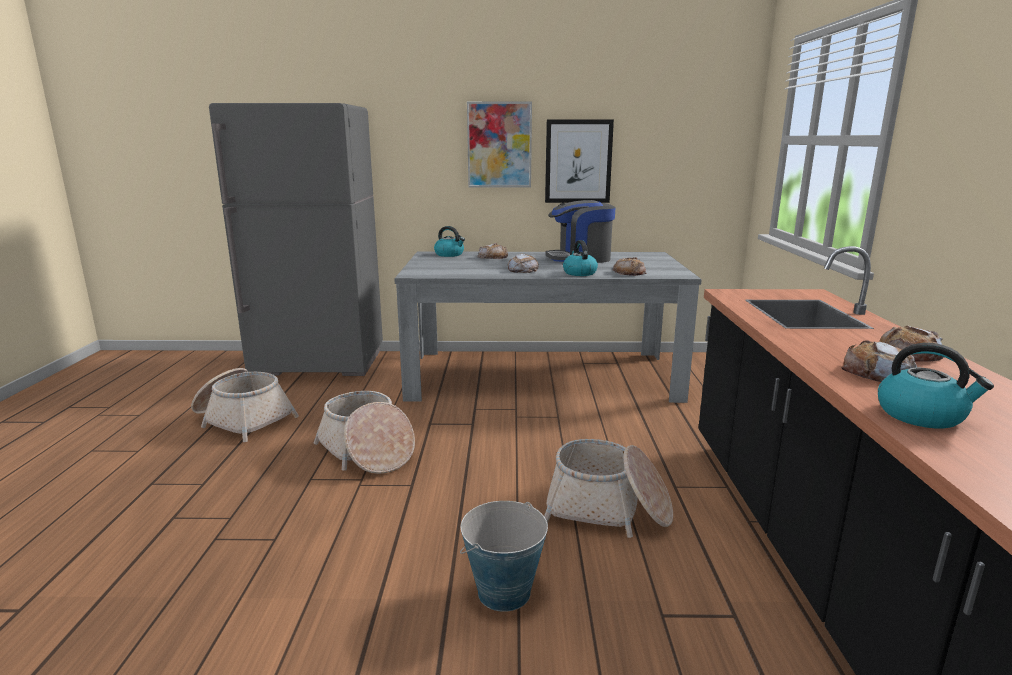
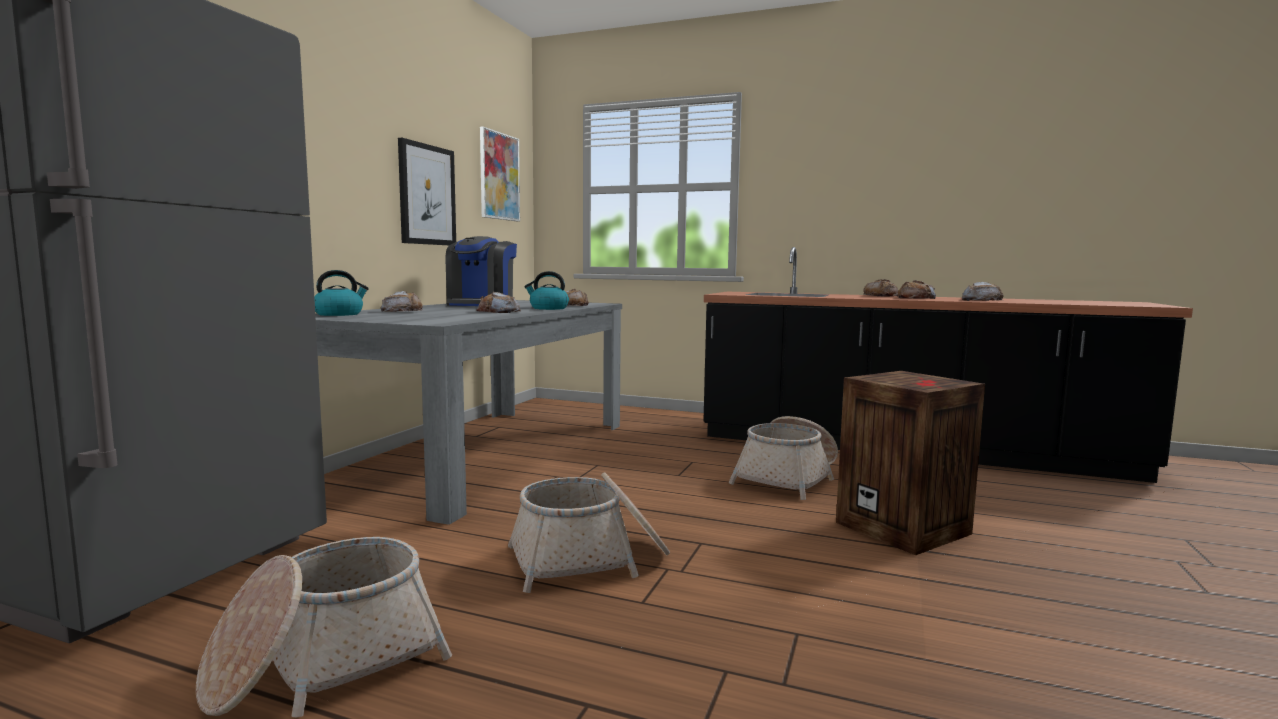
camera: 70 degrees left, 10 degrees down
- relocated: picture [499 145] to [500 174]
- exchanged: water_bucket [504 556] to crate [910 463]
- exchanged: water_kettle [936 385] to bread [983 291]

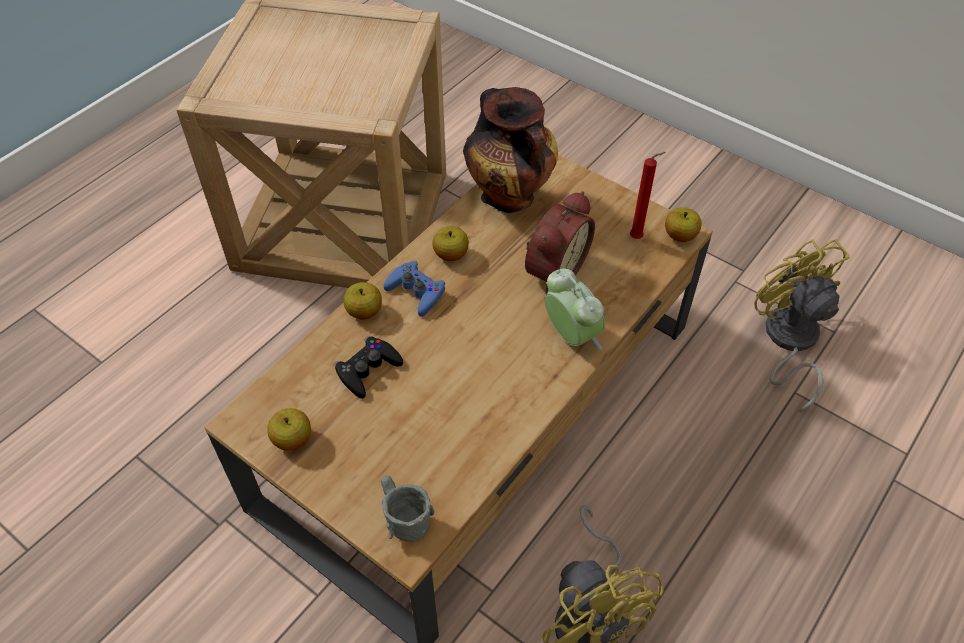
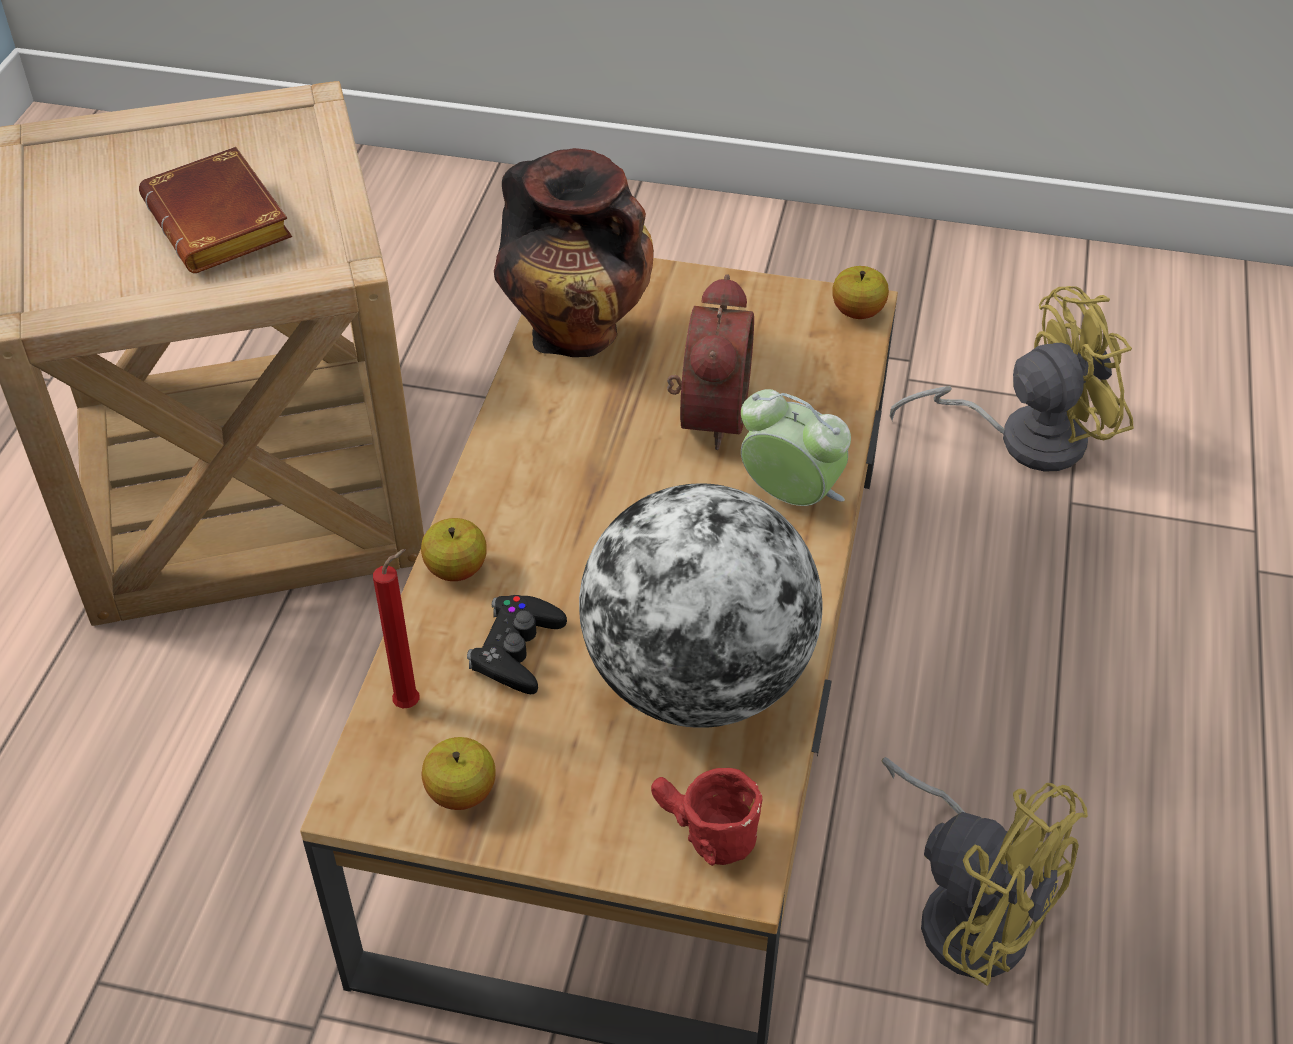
camera: 25 degrees left, 5 degrees down
- appeared: brownish_volume [215 210]
- relocated: red-coloured_wax_candle [647 195] to [396 629]
- appeared: desk_globe [701 605]
- colour: grey_coffee_mug [407 509] to red-coloured_coffee_mug [706 817]
- spun: yellow_cooling_fan [802 326] = [1012 379] 120 degrees clockwise
- missing: bluish_joypad [414 289]
- missing: apple_fruit [450 243]

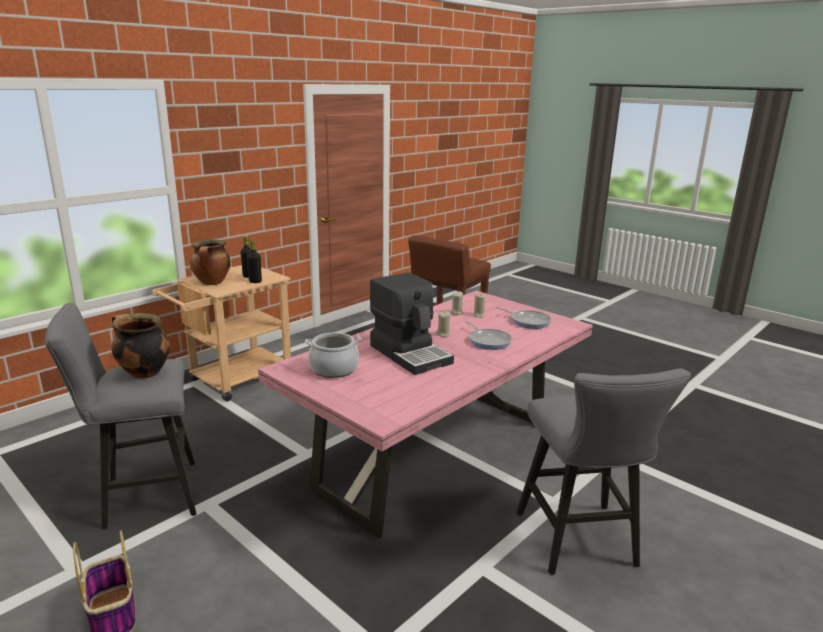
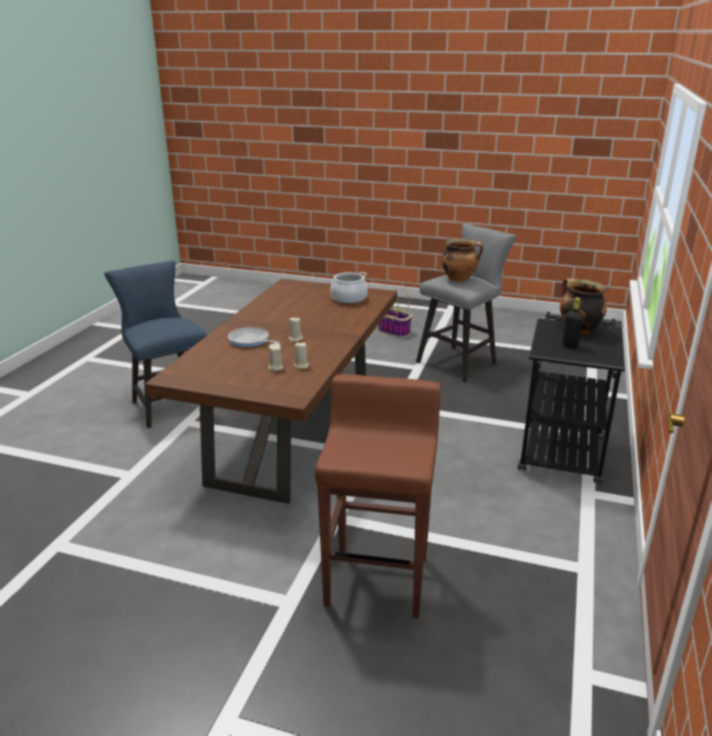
camera: 155 degrees right, 5 degrees up
- exchanged: grey_stool_seat [603 471] to bluish_chair [159 344]
- colour: pinkish_dining_table [425 414] to brownish_dining_table [271 391]
- colour: beige-coloured_wheeled_cart [221 333] to black_wheeled_cart [571 398]
- missing: black_beverage_bottle [254 262]
- missing: coffee_brewer [412 323]
- missing: skillet [524 318]

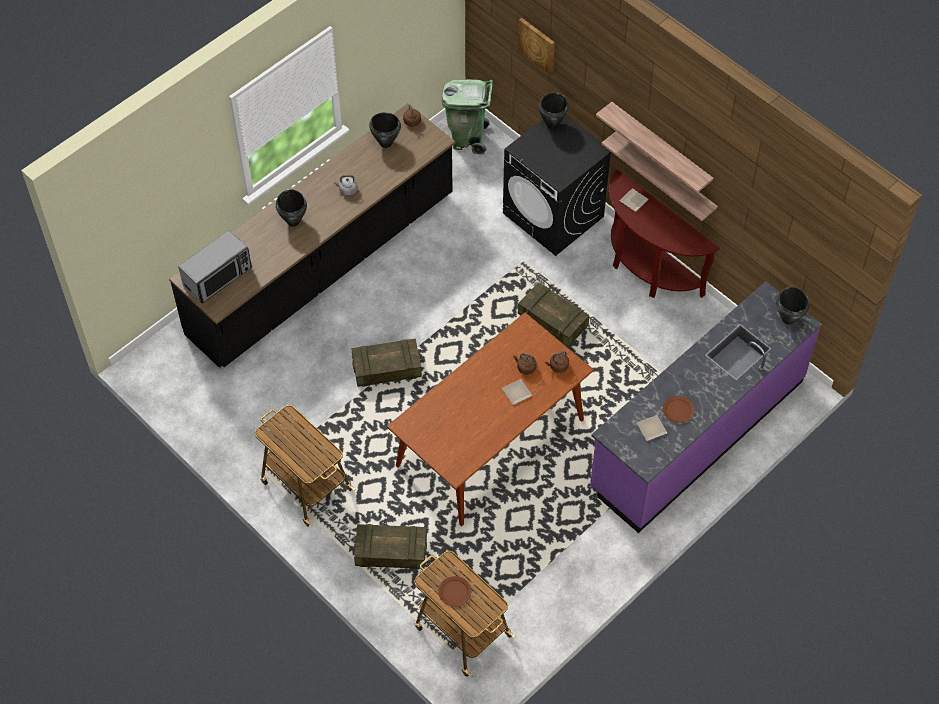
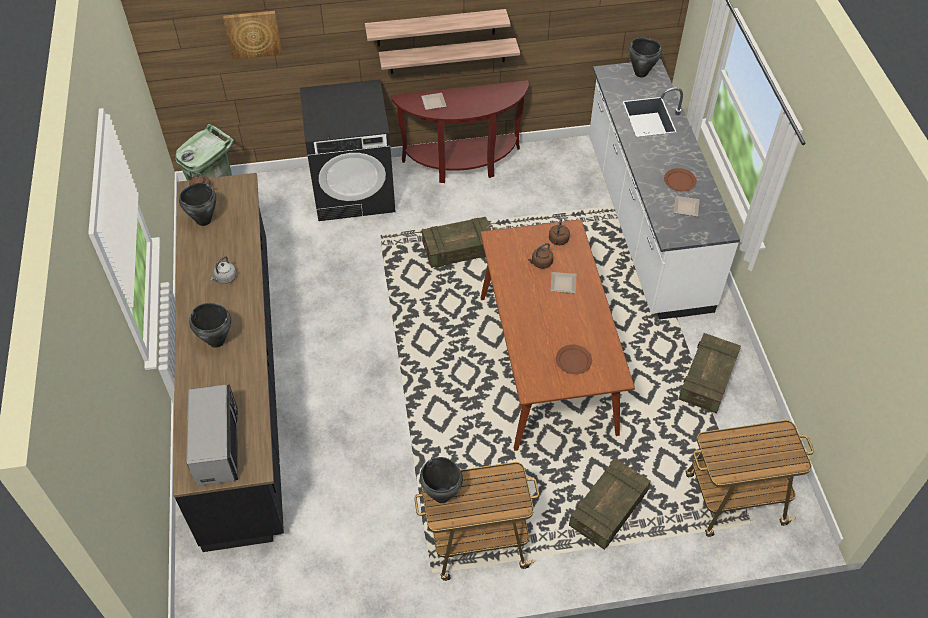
camera: 55 degrees left, 5 degrees down
- relocated: black_saucepot [553 110] to [441 480]
- relocated: brownish_flat_dish [454 591] to [574 359]
- colour: purplish_counter [706 407] to whitish_counter [664 189]
- relocated: crate [387 362] to [710 373]

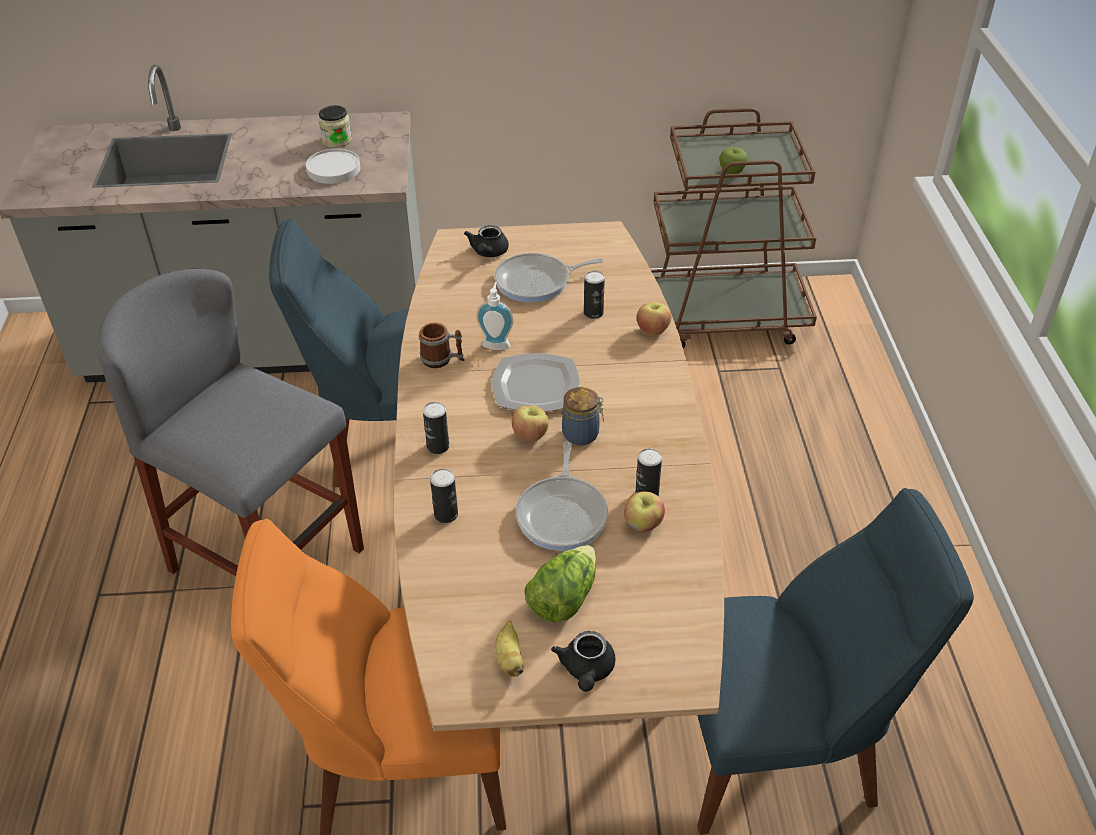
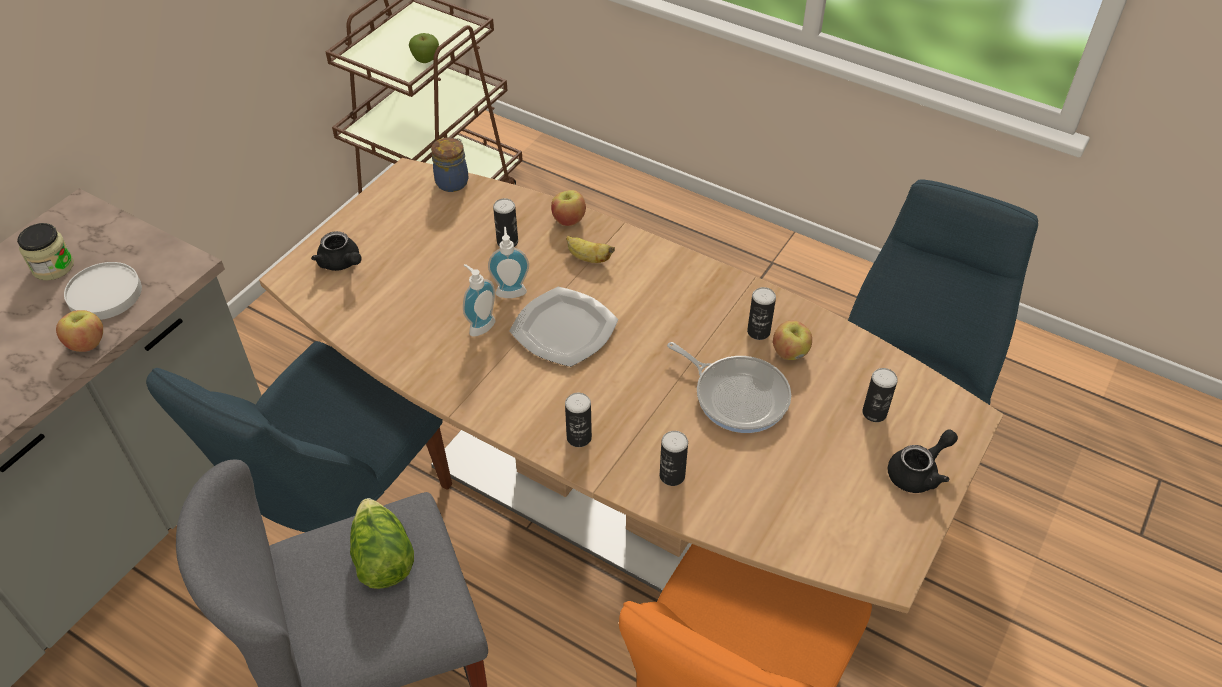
camera: 55 degrees left, 5 degrees up
- relocated: apple_fruit [530 424] to [79 331]
- relocated: head_of_lettuce [560 584] to [382 543]
- relocated: jar [583 416] to [449 165]
- appeared: soap_dispenser [508 262]
- relocated: whole_banana [509 648] to [590 249]
- appeared: can [880 395]
- spun: black_tea_pot [583 661] = [923 461] 75 degrees counterclockwise
- missing: coffee_mug [442 345]
- missing: skillet [548 277]

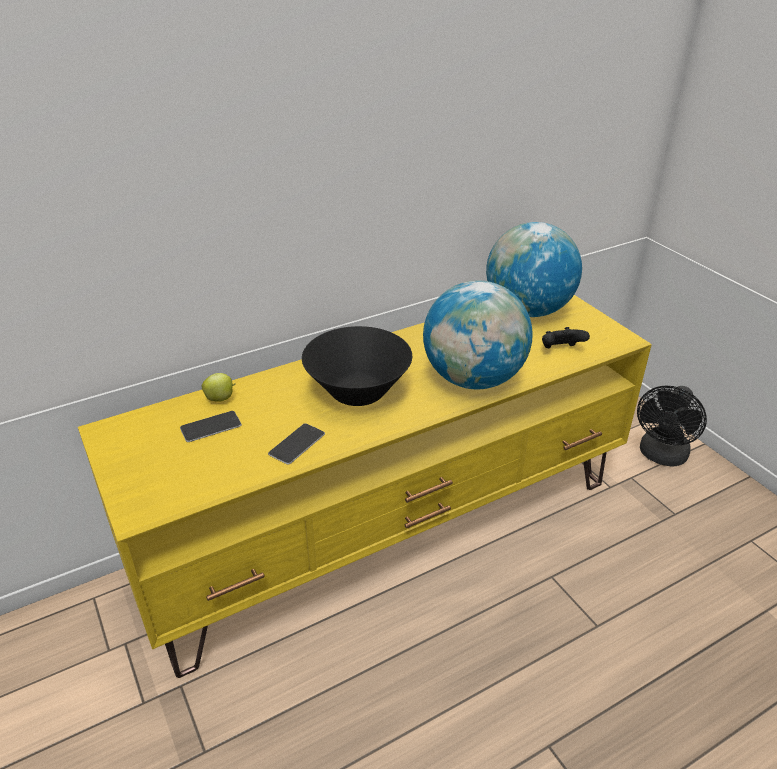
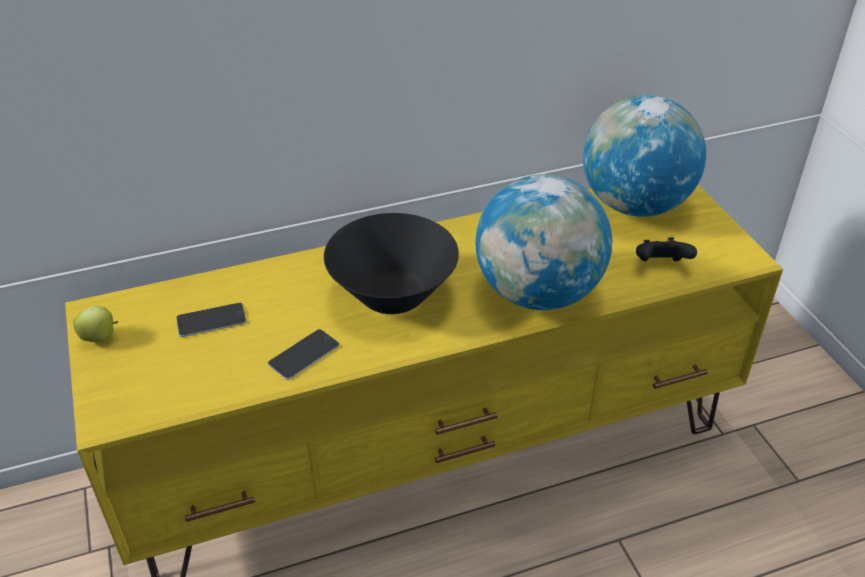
camera: 10 degrees right, 5 degrees up
- relocated: apple_fruit [218 387] to [95 324]
- missing: black_cooling_fan [672 426]

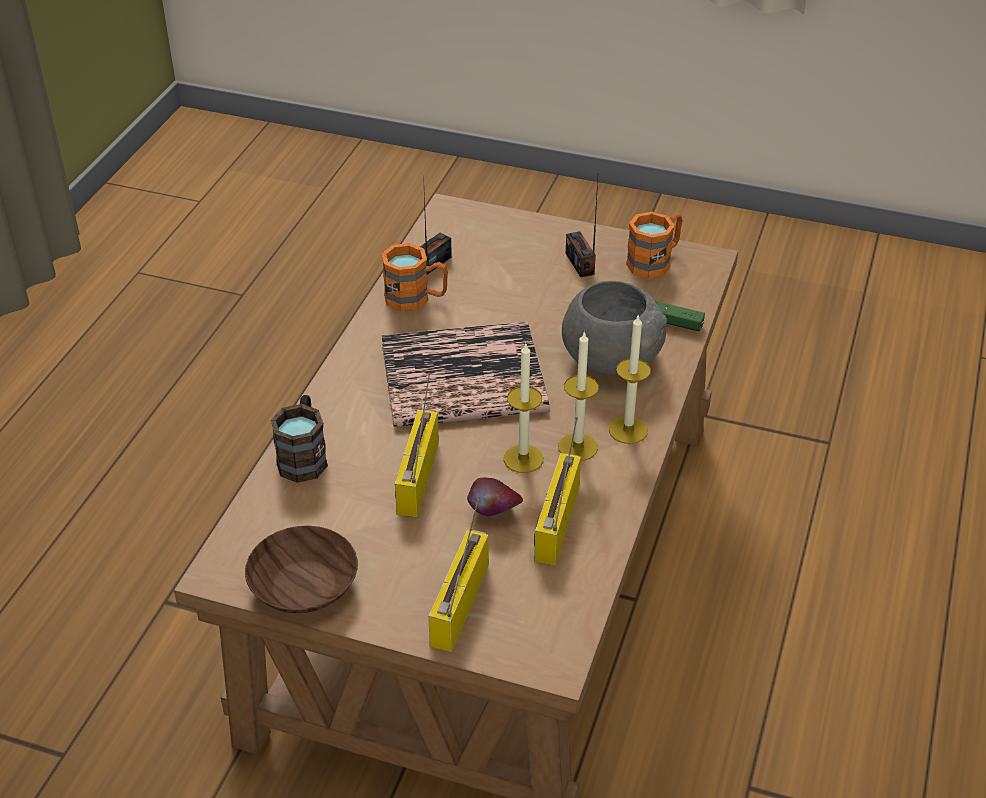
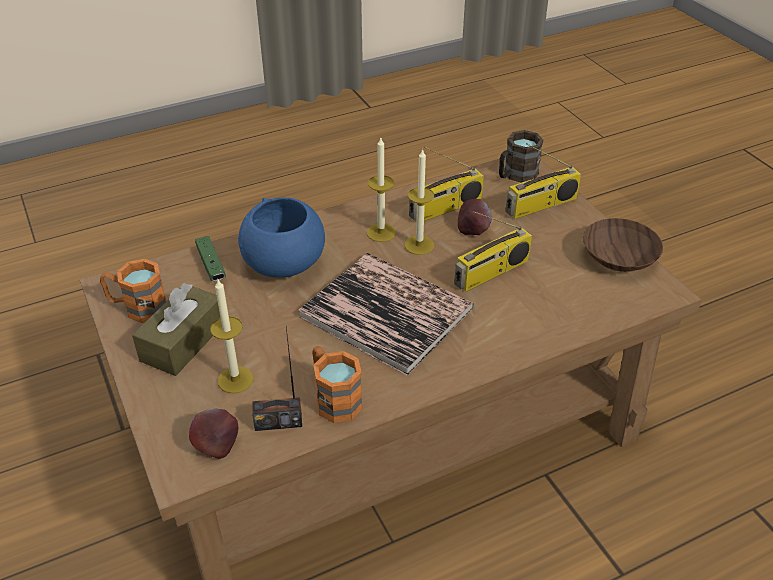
camera: 135 degrees left, 0 degrees up
- exchanged: radio_set [582 229] to brownish_box_of_tissues [176 329]
- appeared: apple_fruit [213 433]
- relocated: wax_candle [630 380] to [232 336]
- colour: grey_bowl [614 328] to bluish_bowl [281 238]
- relocated: brownish_coffee_mug [299 439] to [521 156]

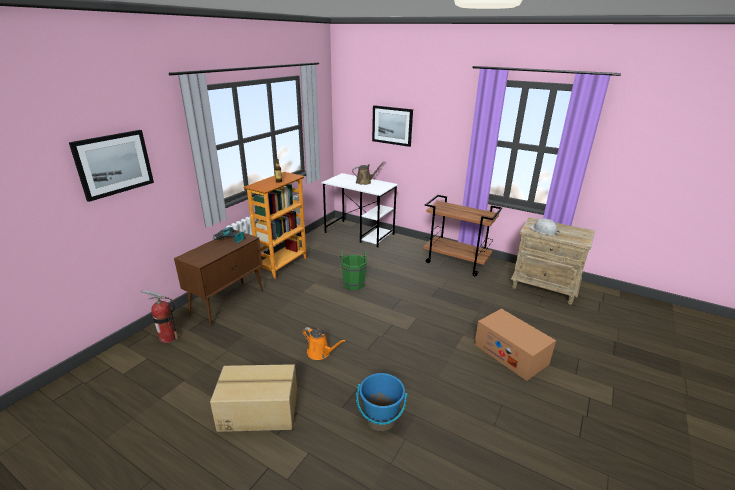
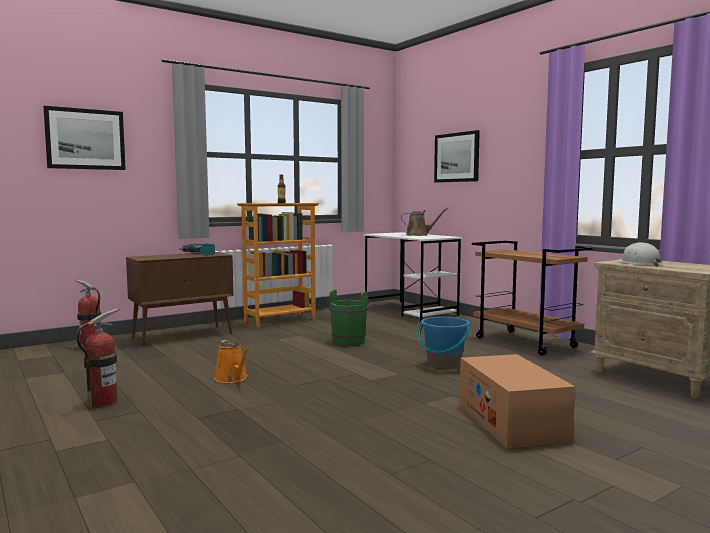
camera: 25 degrees right, 20 degrees down
- exchanged: cardboard_box [253 398] to fire_extinguisher [98 358]
- relocated: bluish_water_bucket [382 402] to [444 343]

